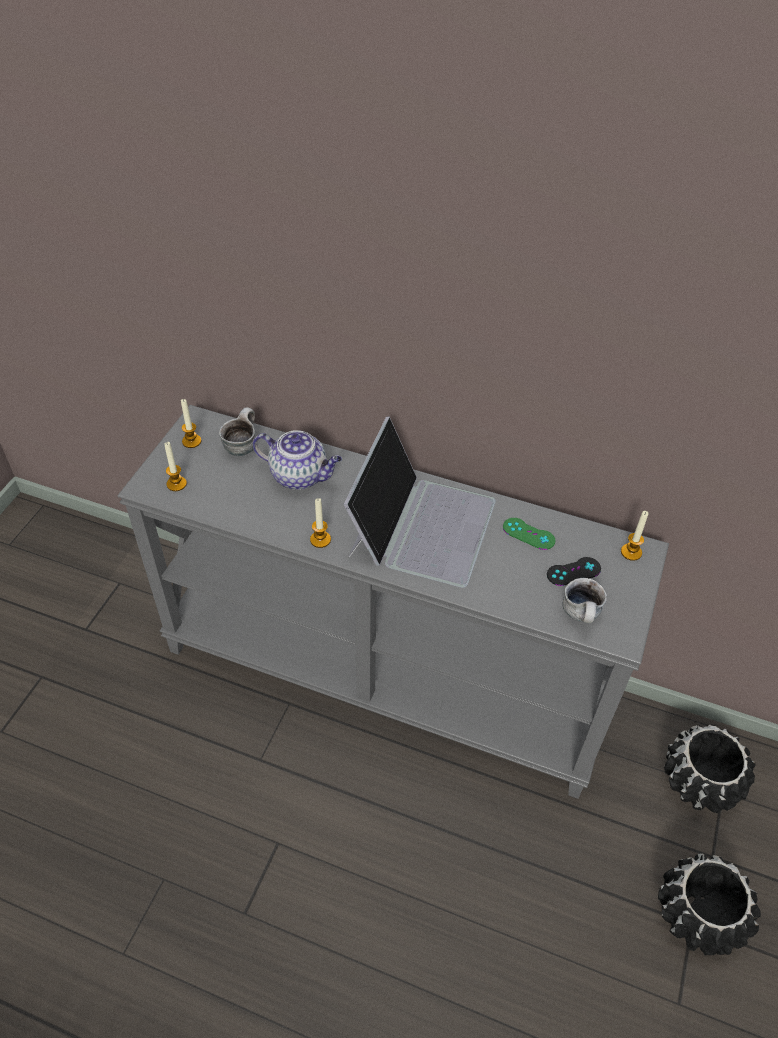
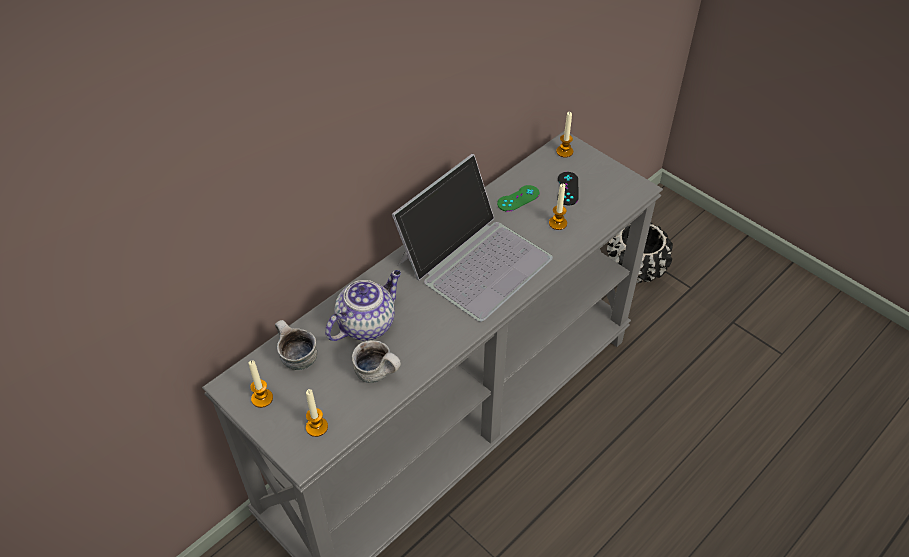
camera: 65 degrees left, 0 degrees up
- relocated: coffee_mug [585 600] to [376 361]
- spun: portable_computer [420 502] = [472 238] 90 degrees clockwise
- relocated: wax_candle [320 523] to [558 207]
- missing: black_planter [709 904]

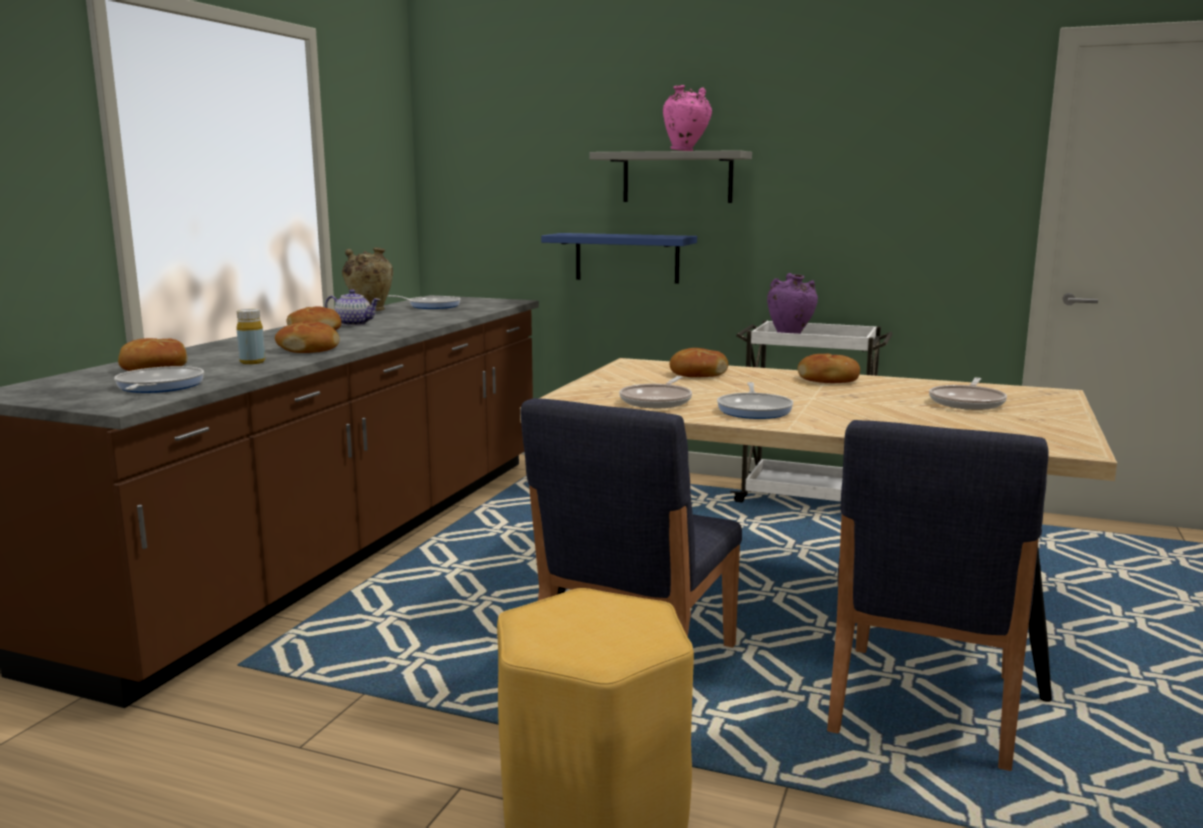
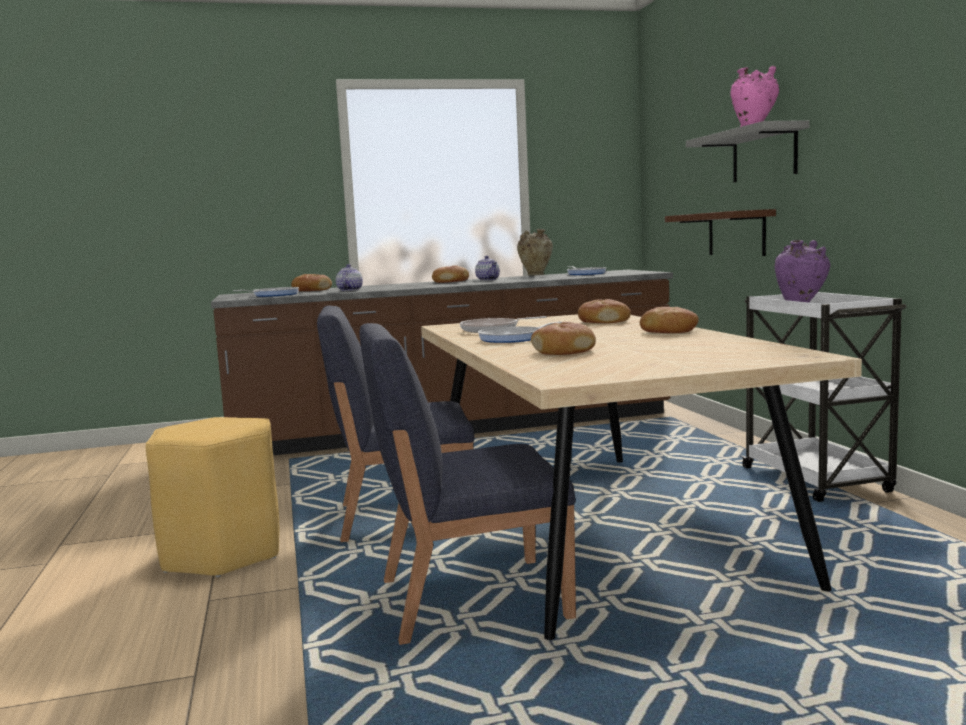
camera: 55 degrees right, 5 degrees down
- exchanged: yellow_beverage_bottle [251 336] to tea_pot [349 277]
- relocated: bread [307 337] to [563 338]
- colour: bluish_bracket_shelf [619 258] to brownish_bracket_shelf [720 232]
- missing: skillet [968 394]

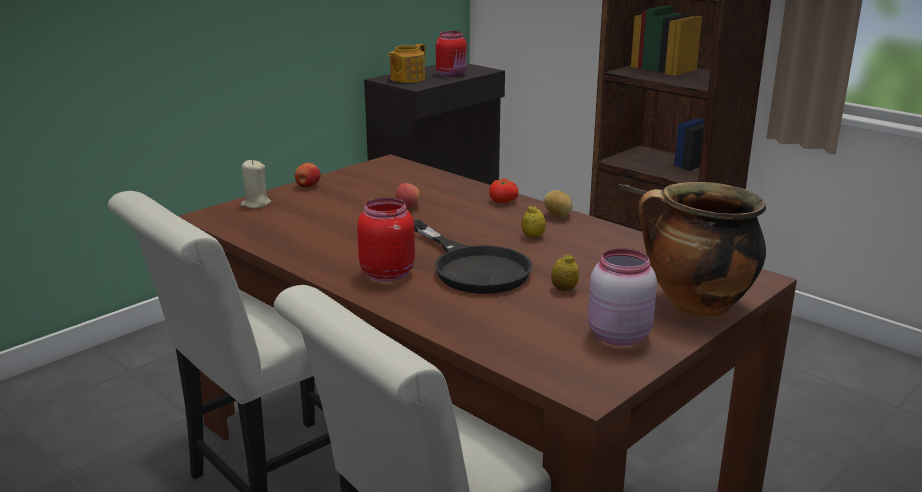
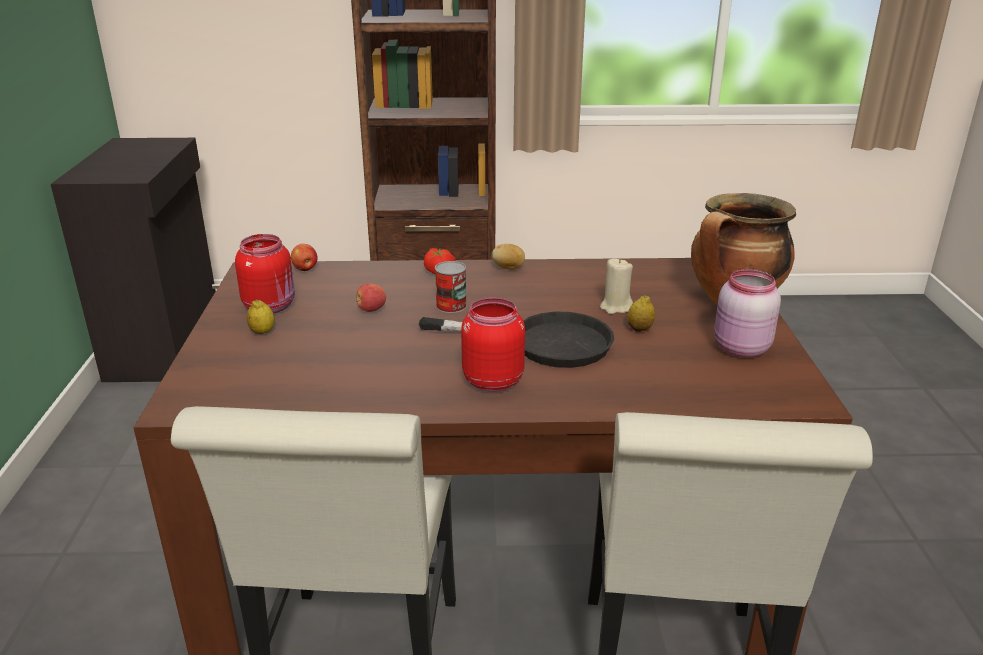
camera: 45 degrees left, 5 degrees up
- relocated: red-coloured_jar [451 54] to [265 274]
- relocated: lemon [533 222] to [261 317]
- relocated: apple_fruit [308 175] to [304 257]
- appeared: can [451 287]
- relocated: beige-coloured_wax_candle [256 184] to [616 286]
- missing: tea_pot [406 63]

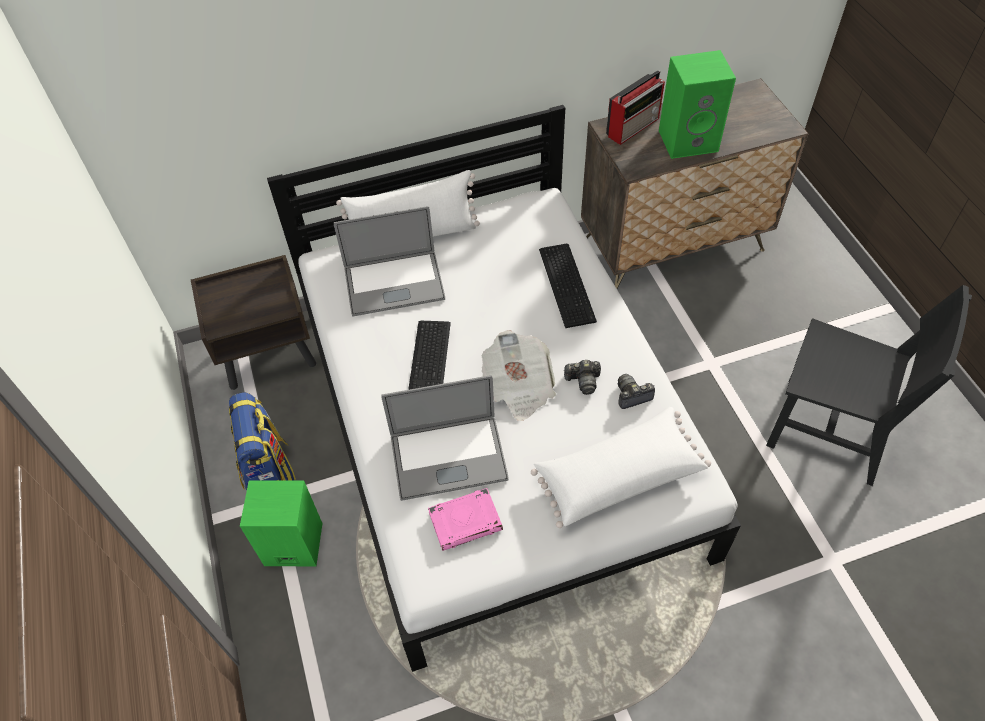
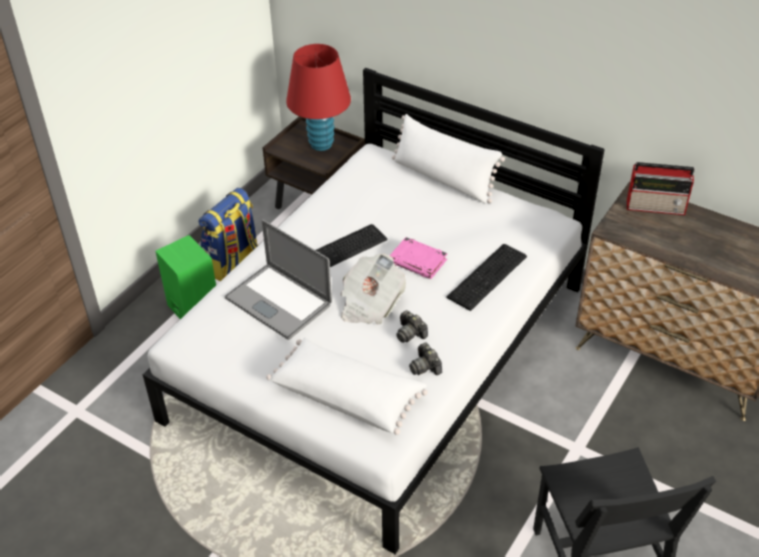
camera: 50 degrees right, 10 degrees down
- appeared: red-coloured_tabletop_lamp [318 97]
- relocated: pinkish_volume [465 519] to [418 258]
- spun: still_camera [636 391] = [425 359] 150 degrees counterclockwise
- missing: portable_computer [389 261]
- missing: greenish_speaker [697 104]

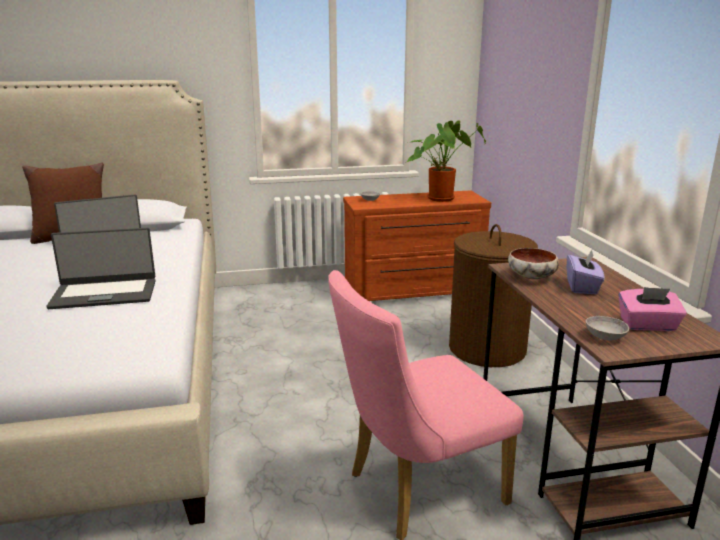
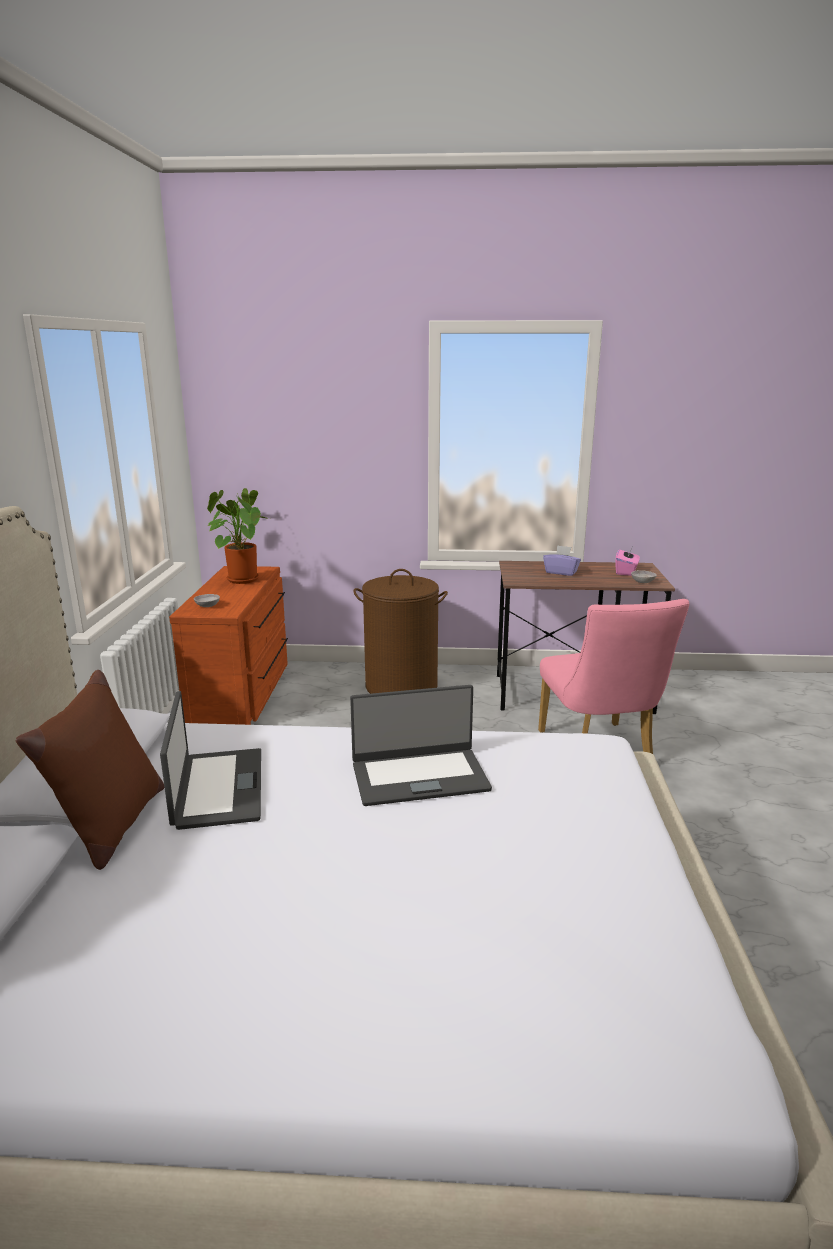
camera: 75 degrees left, 0 degrees up
- spun: portable_computer [101 268] = [421 745] 75 degrees clockwise
- missing: bowl [533 264]

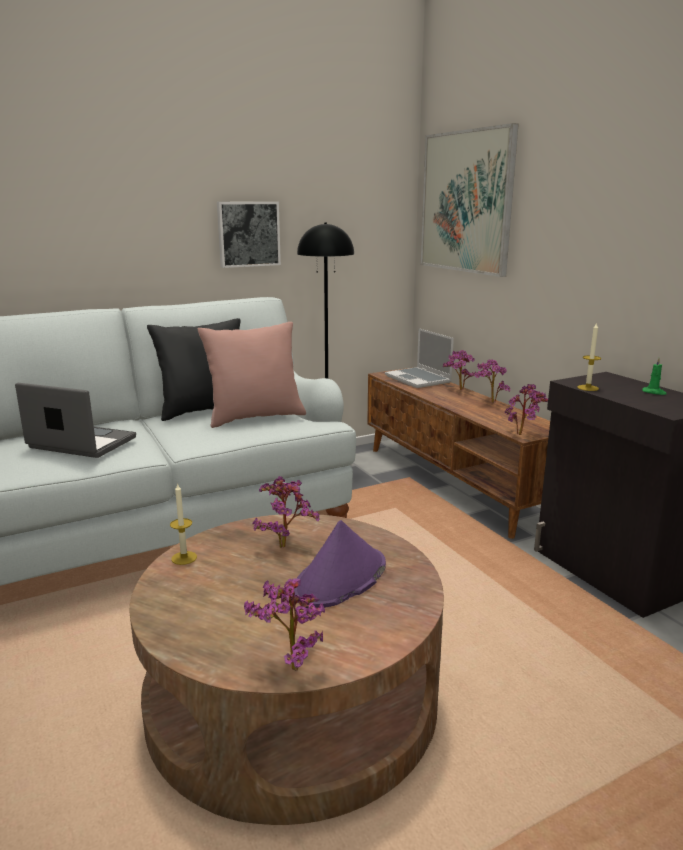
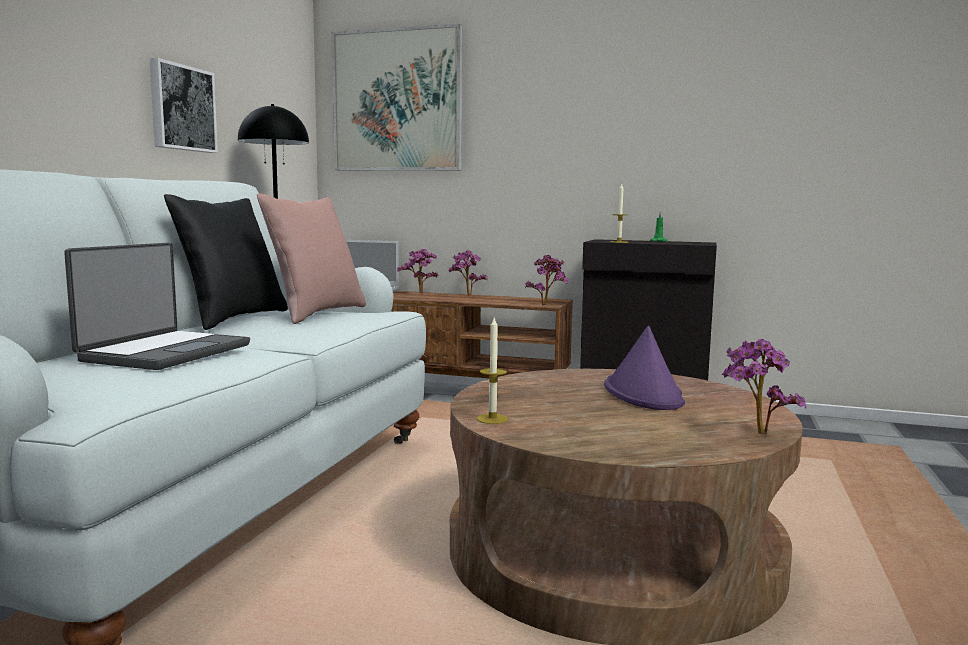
camera: 45 degrees left, 10 degrees down
- spun: portable_computer [75 420] = [157 306] 135 degrees clockwise
- missing: houseplant [286 512]

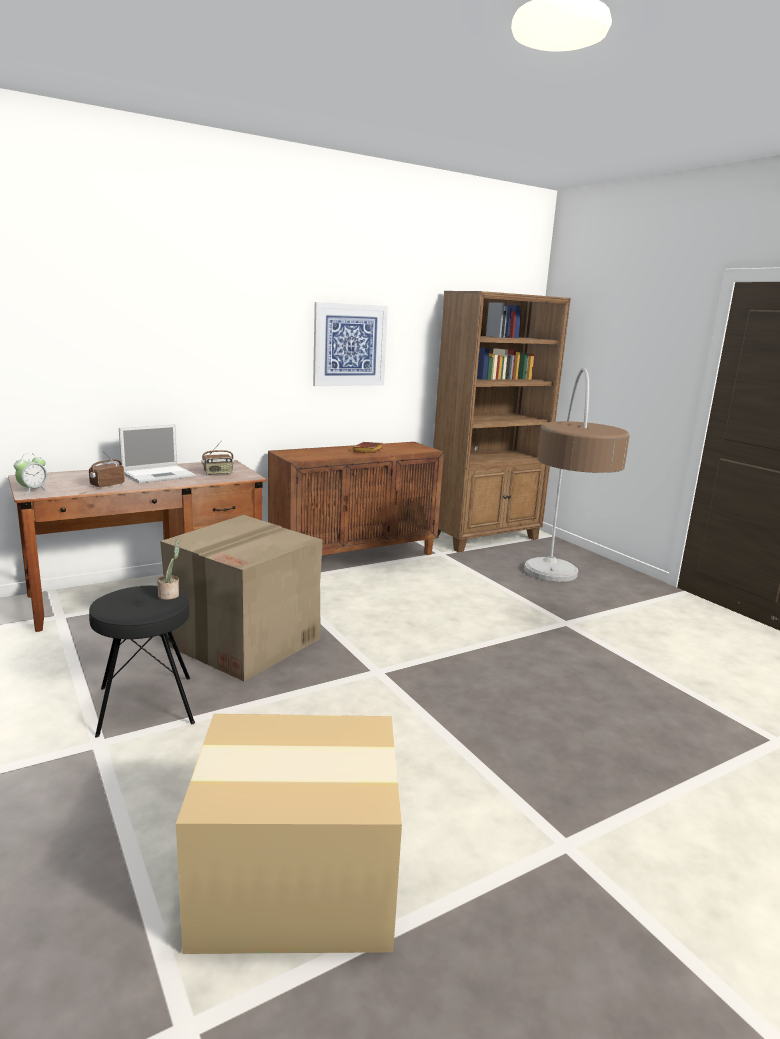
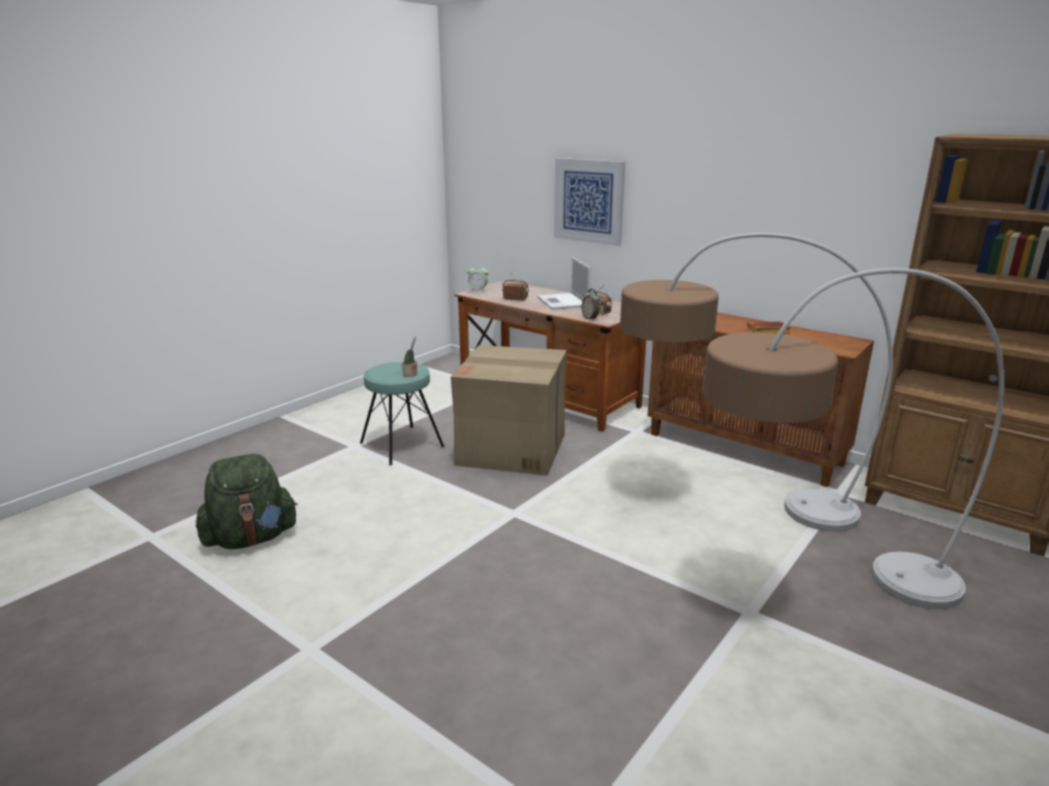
camera: 70 degrees right, 5 degrees up
- exchanged: cardboard_box [289 834] to greenish_backpack [247 501]
- colour: black_stool_seat [142 661] to turquoise_stool_seat [402 413]
- spun: portable_computer [157 453] = [564 283] 45 degrees clockwise
- relocated: picture [350 344] to [589 202]
- appeared: table_clock [591 304]
- appeared: standard_lamp [756 382]

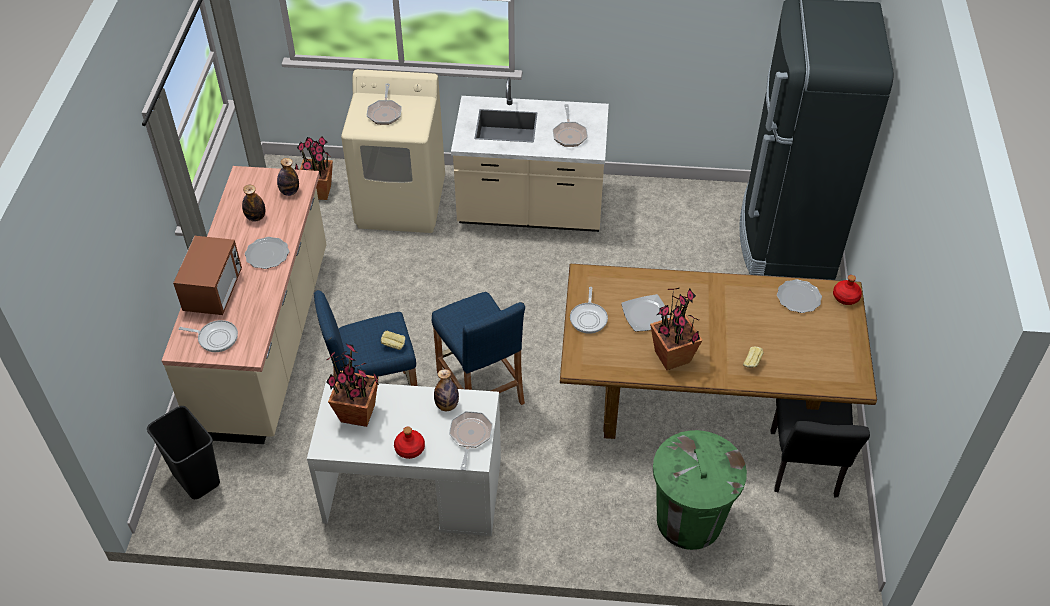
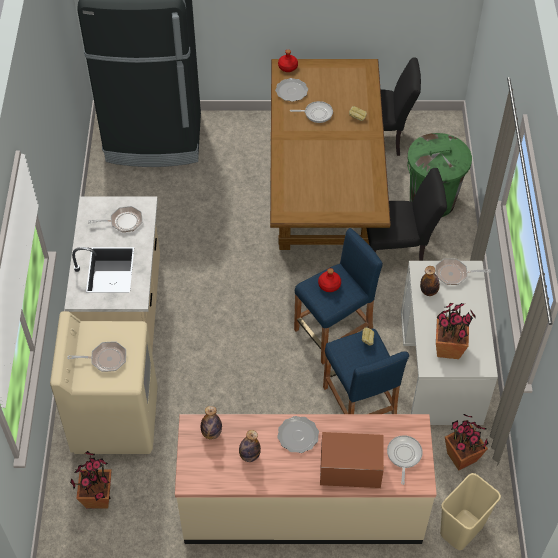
camera: 95 degrees left, 5 degrees up
- relocated: skillet [589 310] to [311 112]
- relocated: red-coloured_beverage_bottle [409 443] to [329 280]
- appeared: black_chair [407 214]
- colour: black_trash_can [183 452] to beige-coloured_trash_can [470 511]
- relocated: houseplant [676 329] to [467 442]
- missing: flat_dish [645 313]

